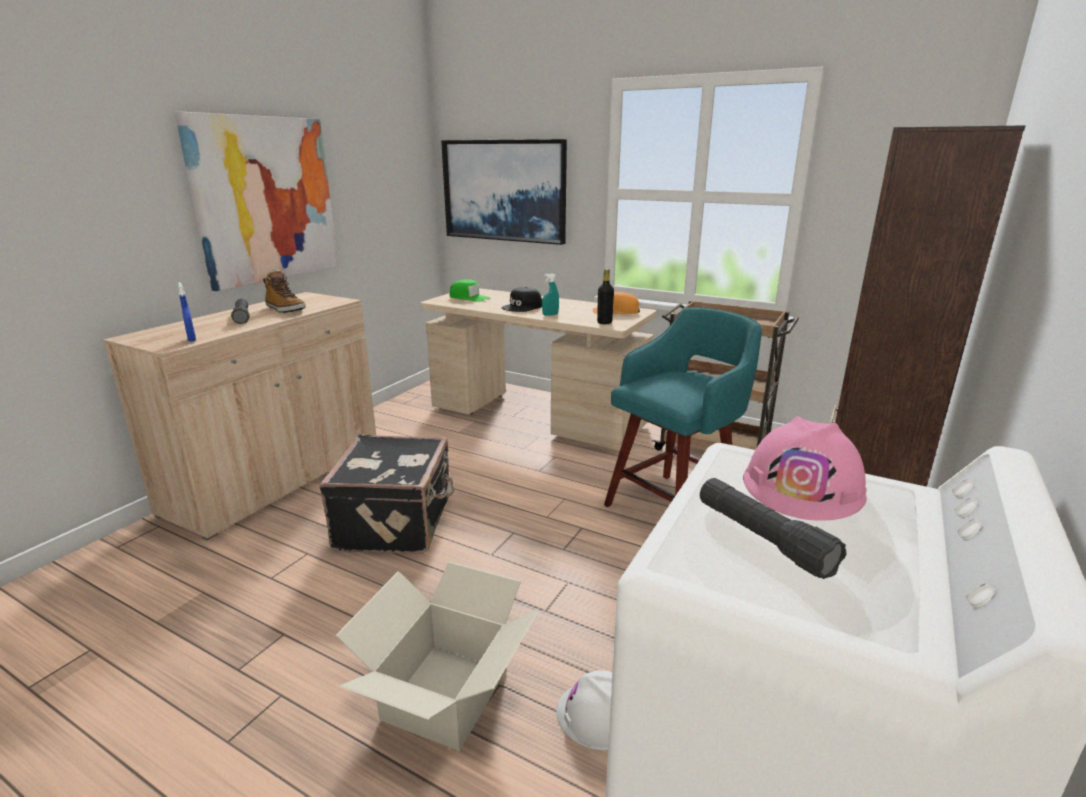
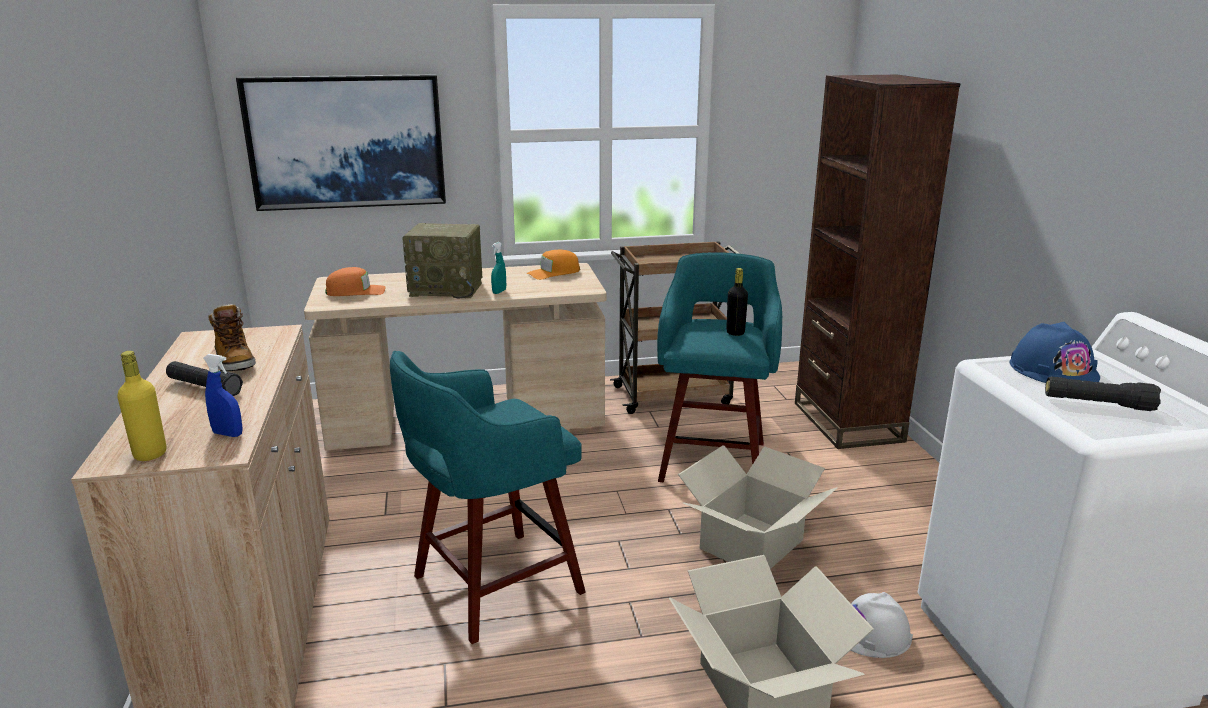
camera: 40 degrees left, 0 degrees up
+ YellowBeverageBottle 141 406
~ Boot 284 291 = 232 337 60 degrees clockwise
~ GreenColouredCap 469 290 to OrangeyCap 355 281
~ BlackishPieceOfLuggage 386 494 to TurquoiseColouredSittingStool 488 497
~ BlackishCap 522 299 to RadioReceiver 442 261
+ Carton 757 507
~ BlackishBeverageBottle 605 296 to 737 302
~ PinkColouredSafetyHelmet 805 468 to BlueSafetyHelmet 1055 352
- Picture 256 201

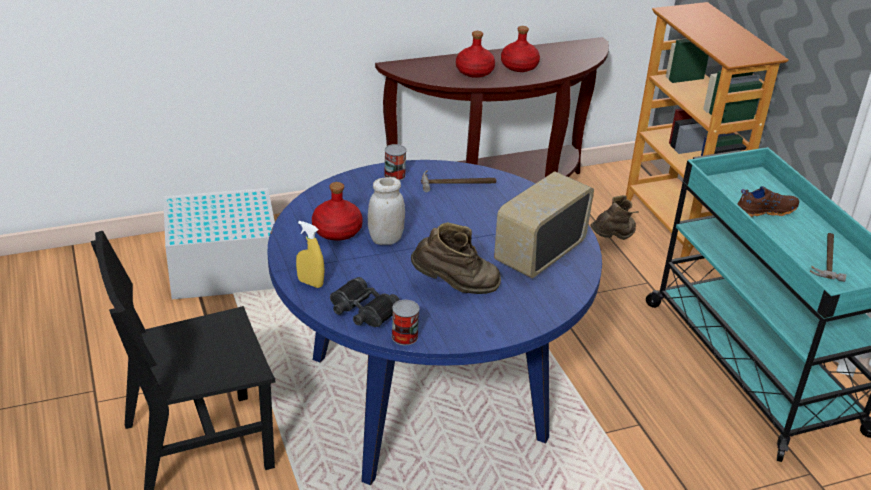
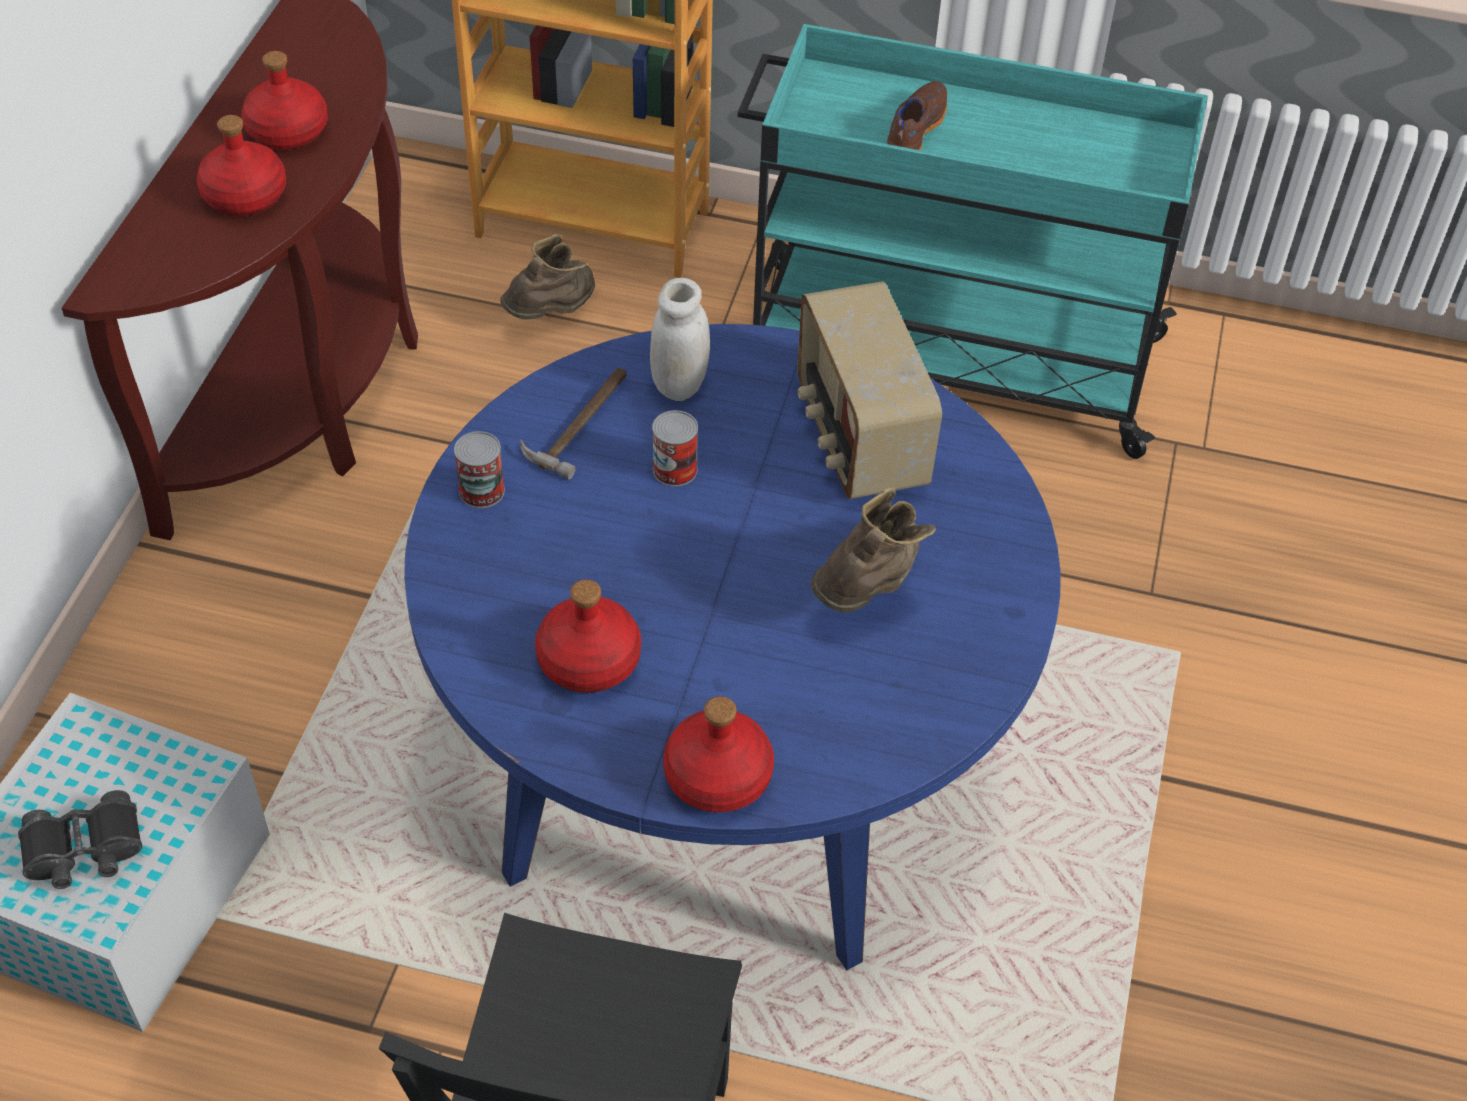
camera: 55 degrees left, 15 degrees up
~ BlackishFieldGlasses 365 302 to 80 839
~ BrownBoot 615 217 = 547 276 45 degrees clockwise
~ WhiteJar 386 211 to 680 339
~ MetalCan 405 322 to 675 448
~ YellowSprayBottle 310 254 to RedBeverageBottle 718 754
- ToolHammer 828 257

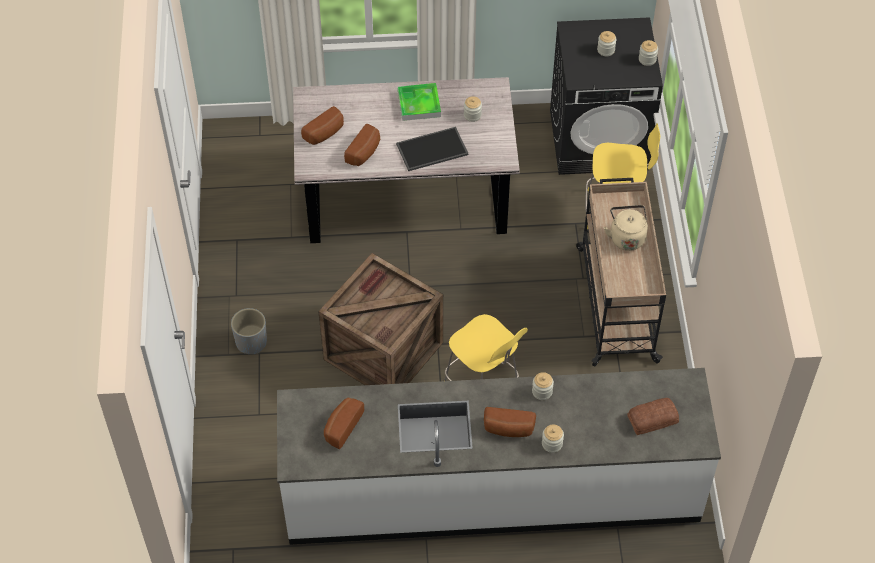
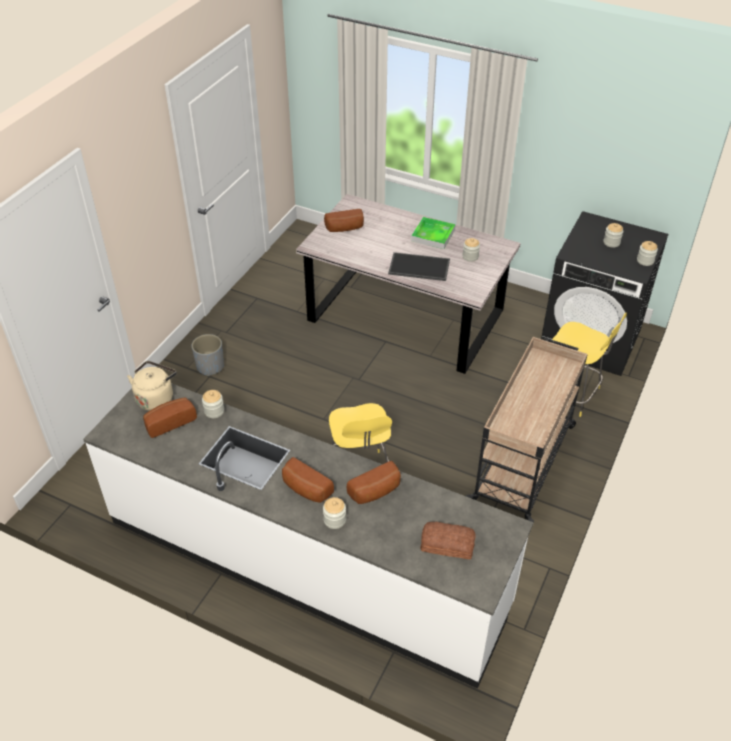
camera: 30 degrees right, 10 degrees down
~ BeigeColouredKettle 626 228 to 152 386
~ Jar 543 386 to 213 404
~ BakedBread 362 145 to 374 482
- Crate 380 319

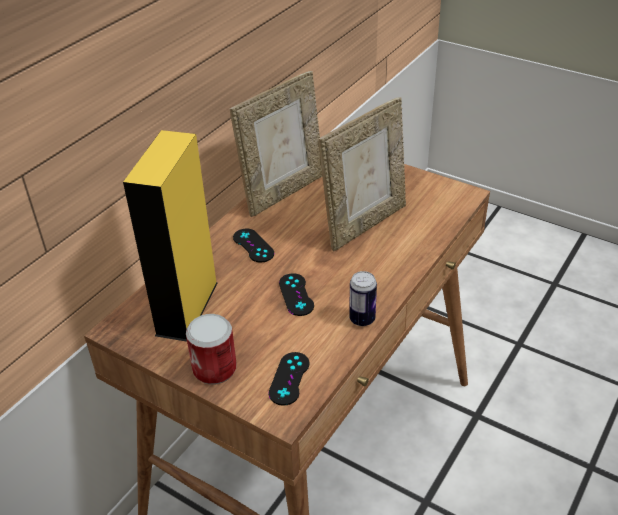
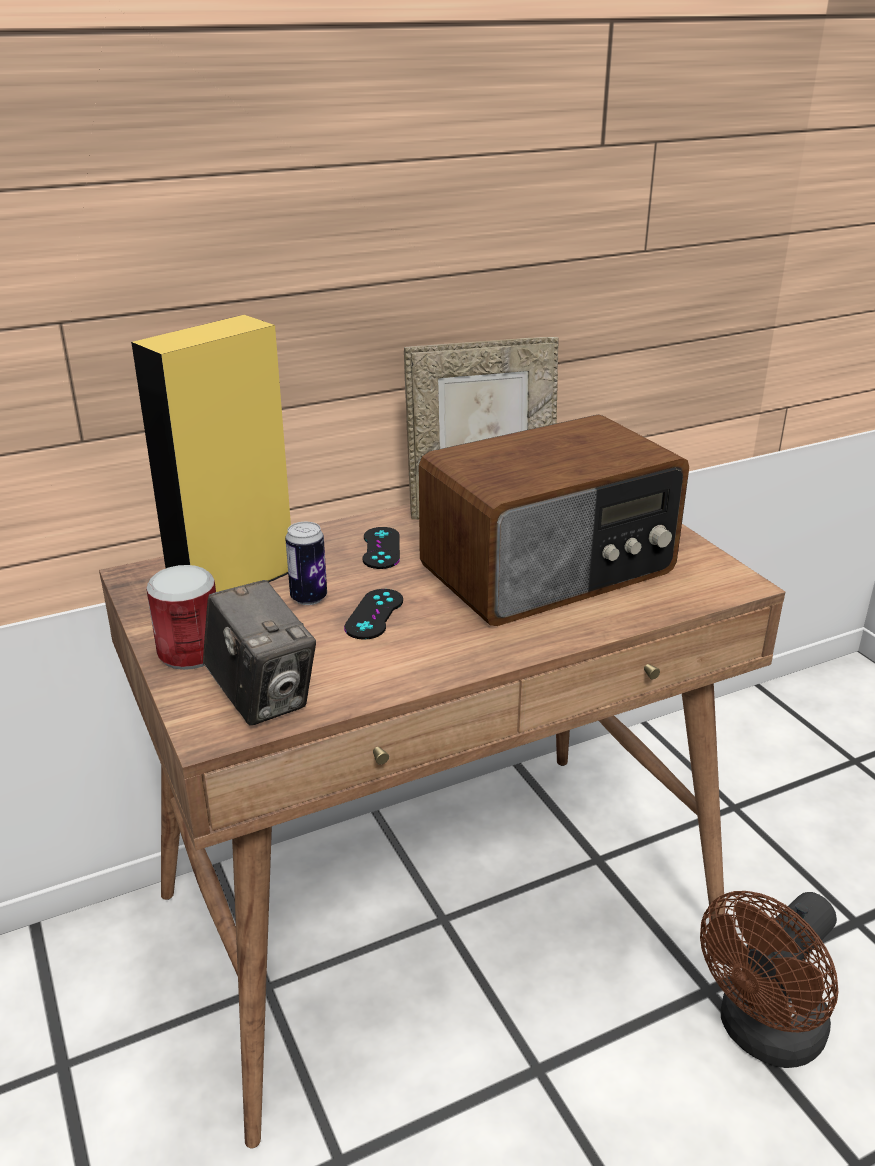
camera: 30 degrees right, 10 degrees down
~ BlackishGameController 289 379 to StillCamera 259 653
~ MetalCan 363 298 to 306 563
~ PictureFrame 362 174 to RadioReceiver 554 520
+ BrownElectricFan 769 979

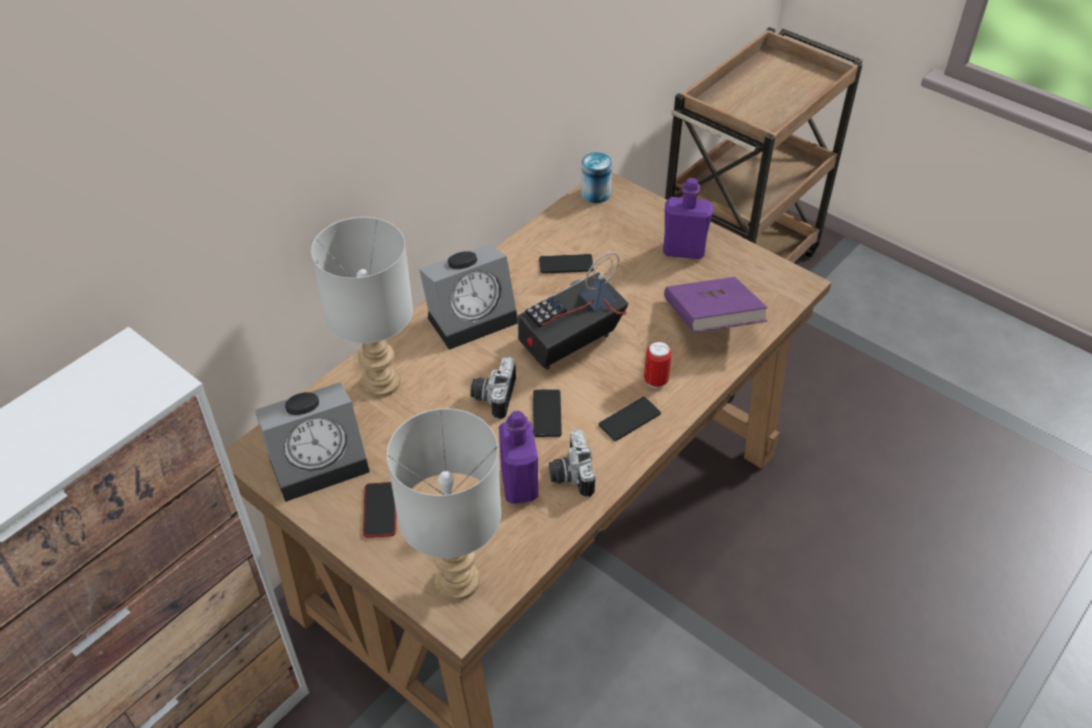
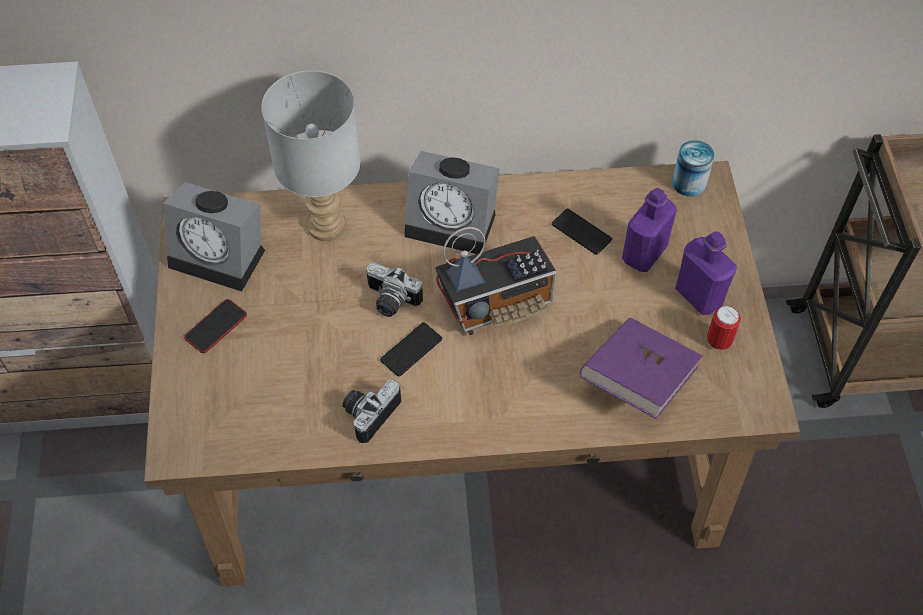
camera: 45 degrees right, 10 degrees up
~ StillCamera 493 388 = 394 289 120 degrees counterclockwise
~ RadioReceiver 573 311 = 496 281 150 degrees clockwise
~ PurplishBeverageBottle 518 457 to 649 230
~ MetalCan 658 364 to 724 328
- GrayTabletopLamp 444 504
- Handset 629 419

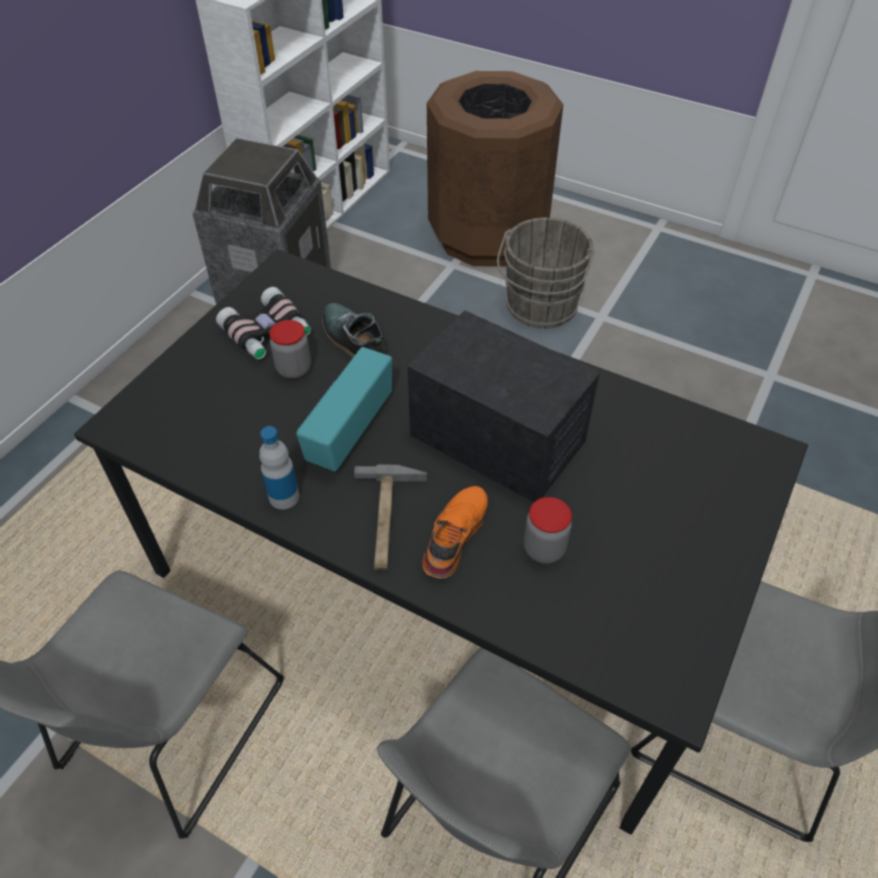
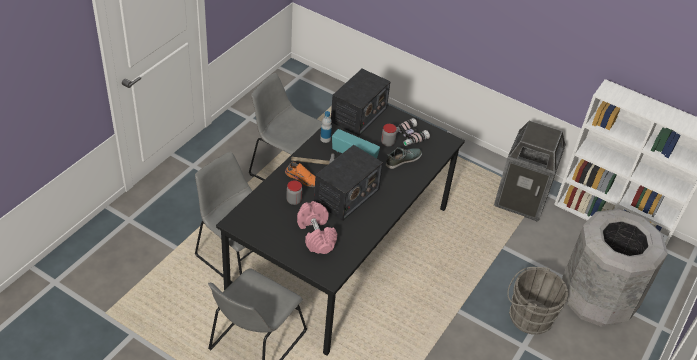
camera: 90 degrees right, 5 degrees down
+ PinkColouredFreeWeight 317 227
+ RadioReceiver 361 102
~ BrownTrashCan 495 169 to GrayTrashCan 615 268

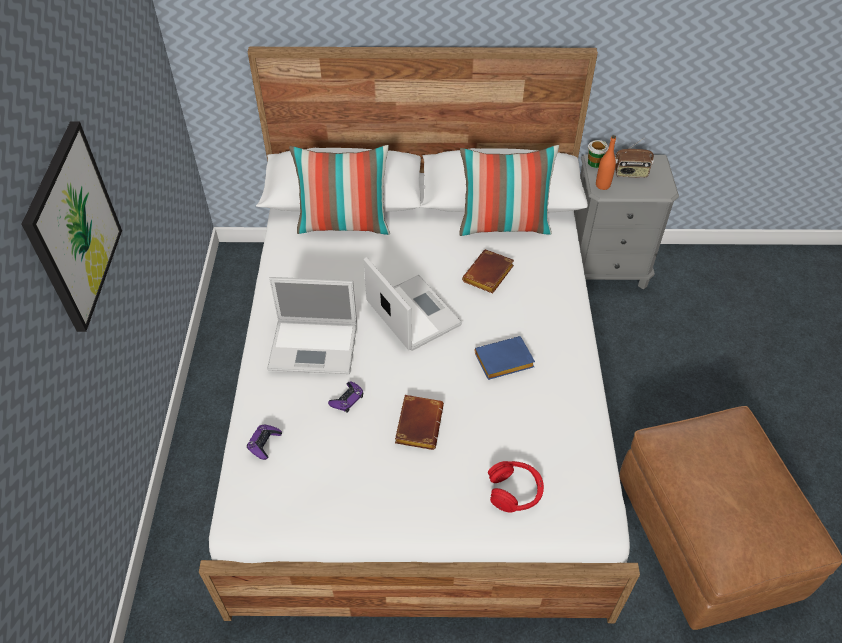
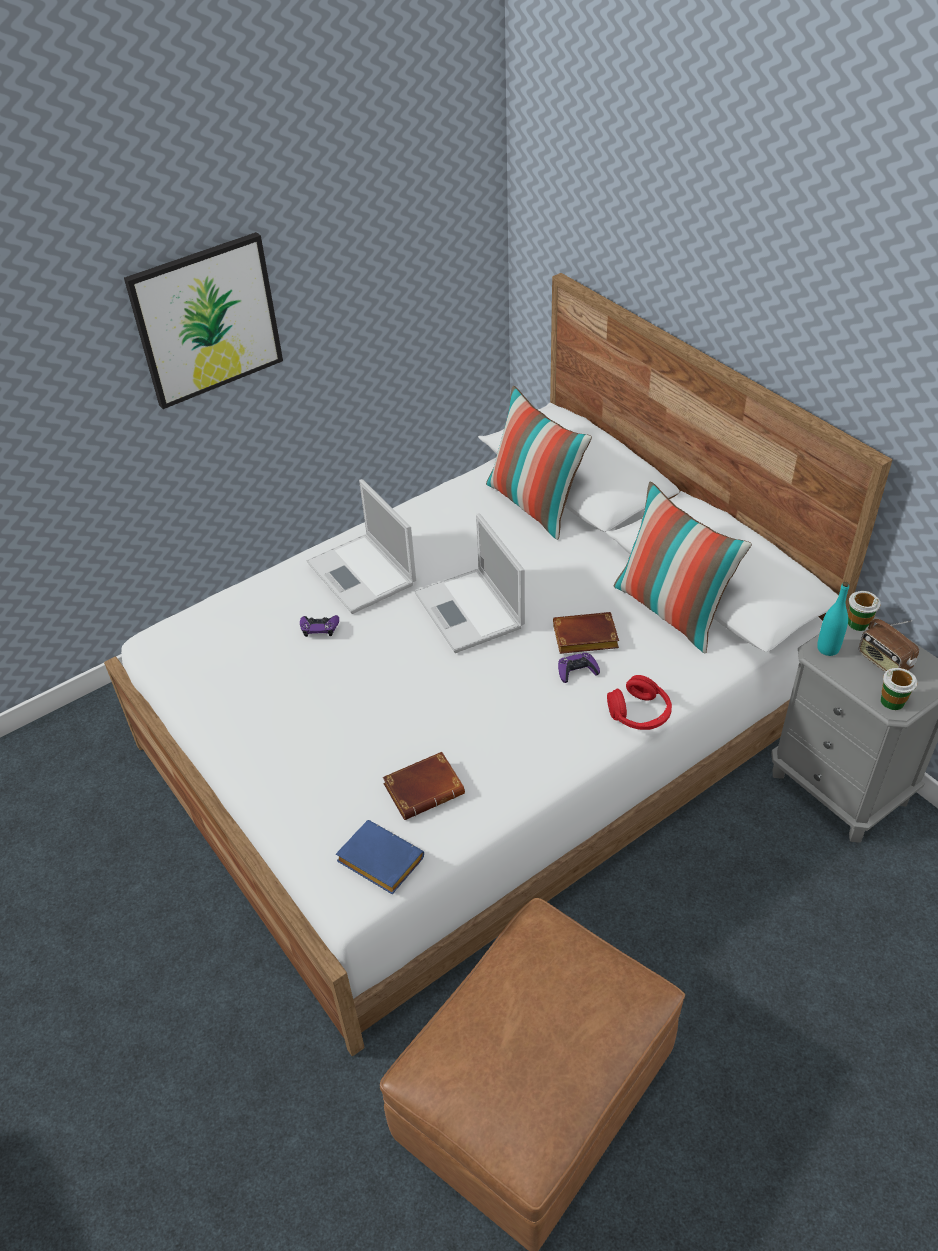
camera: 55 degrees right, 5 degrees down
~ BlueVolume 505 358 to 380 857
~ BrownVolume 419 422 to 424 786
~ NotebookComputer 412 304 = 469 583 135 degrees clockwise
~ PurplishGameController 264 442 to 579 668
~ RedHeadset 516 487 to 639 702
~ OrangeyBeverageBottle 606 162 to TurquoiseColouredBeverageBottle 833 619
+ DrinkingCup 899 689

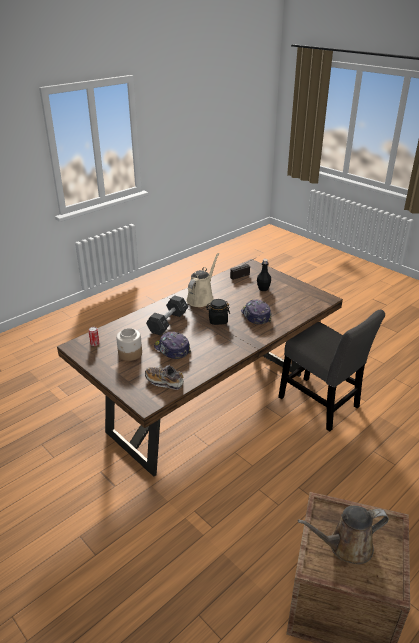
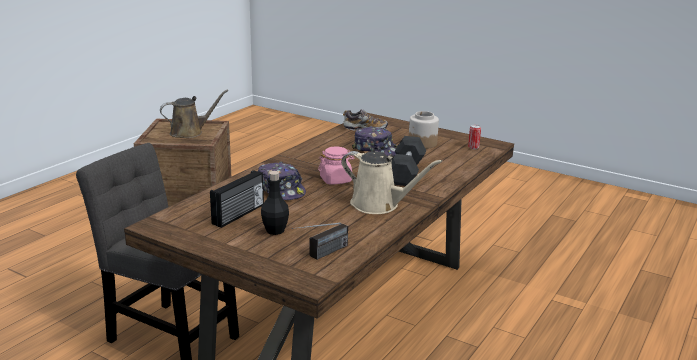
camera: 165 degrees right, 10 degrees down
+ RadioReceiver 237 199
~ BlackishJar 218 312 to PinkColouredJar 336 165
~ BeigeColouredWateringPot 202 280 = 391 182 75 degrees counterclockwise

